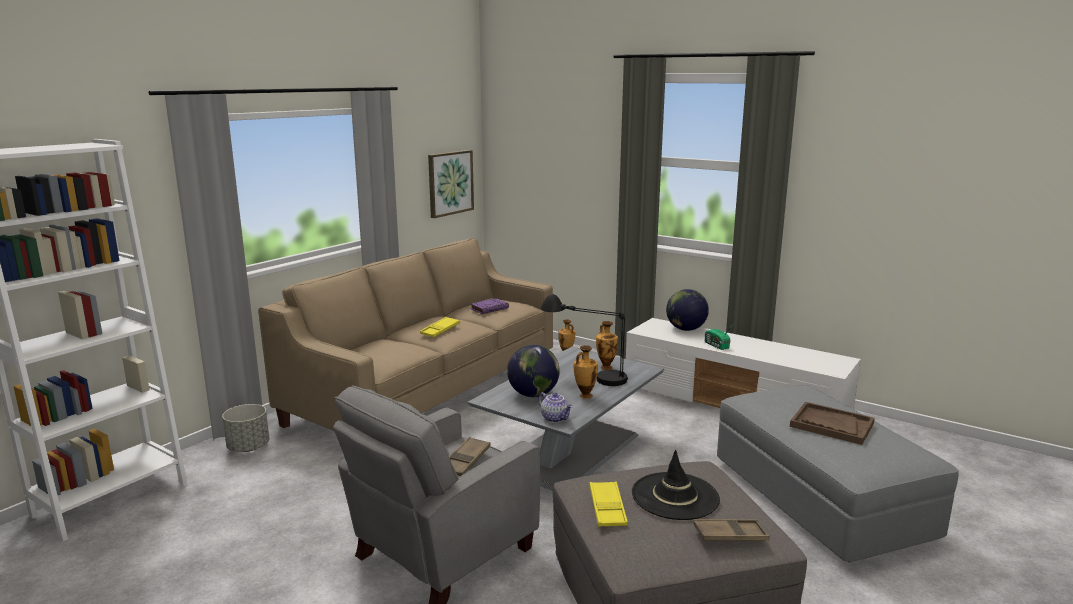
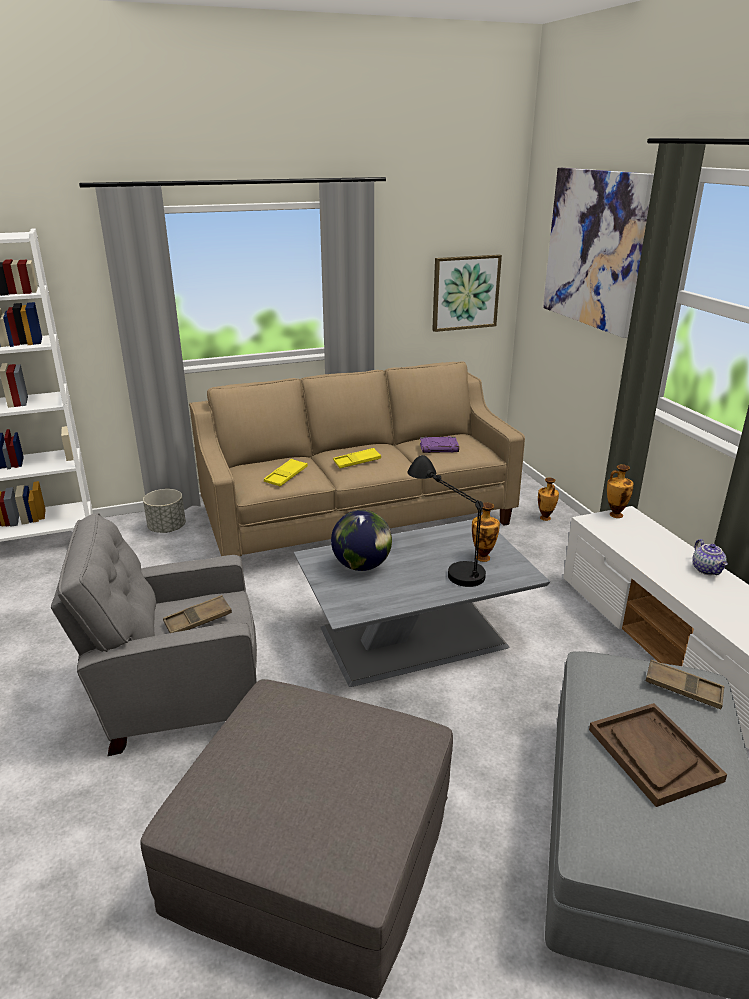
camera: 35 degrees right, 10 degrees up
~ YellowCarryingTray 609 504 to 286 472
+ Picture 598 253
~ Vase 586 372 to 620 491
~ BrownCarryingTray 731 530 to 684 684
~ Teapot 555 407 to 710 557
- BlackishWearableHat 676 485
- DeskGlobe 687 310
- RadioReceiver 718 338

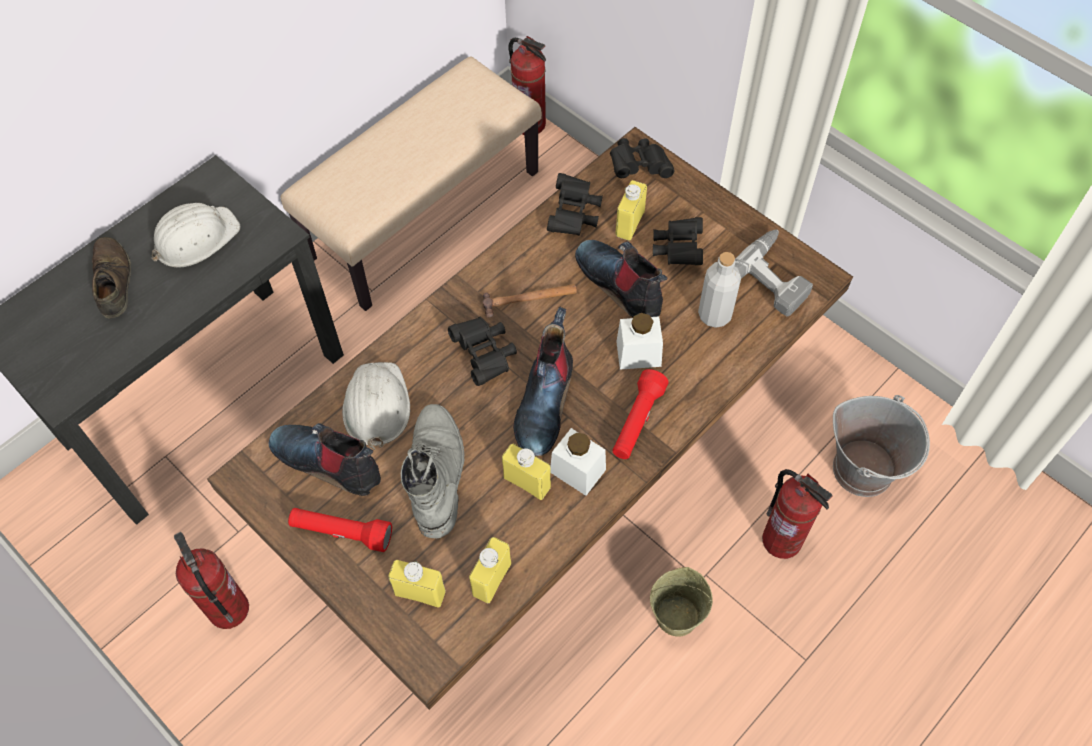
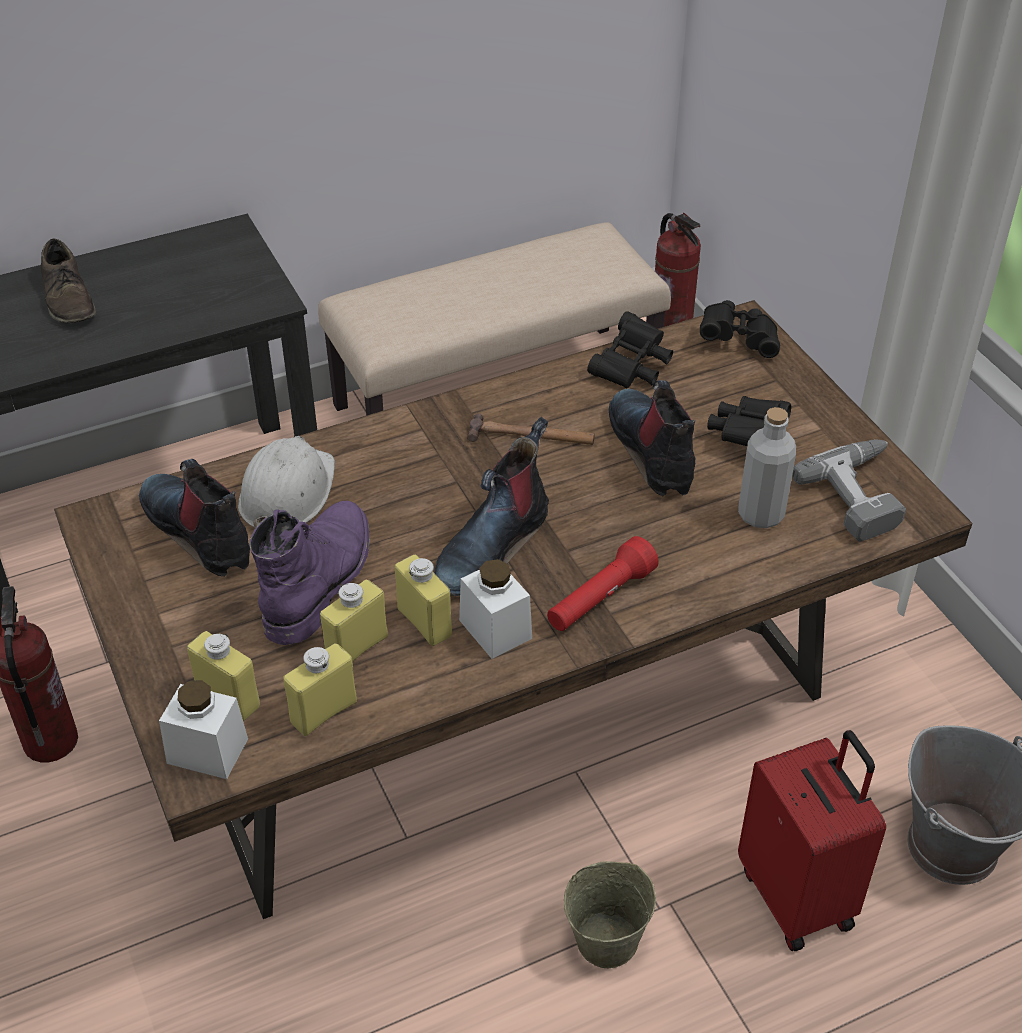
camera: 20 degrees right, 15 degrees down
~ BrownItemOfFootwear 111 278 = 68 281 150 degrees clockwise
~ WhiteJar 639 341 to 203 729
~ GrayBoot 433 471 to PurplishBoot 309 573
~ YellowBeverageBottle 631 210 to 354 620
~ Extinguisher 797 514 to RedPieceOfLuggage 812 840
- WhiteSafetyHelmet 195 235
- RedTorch 340 530
- BlackishFieldGlasses 482 351

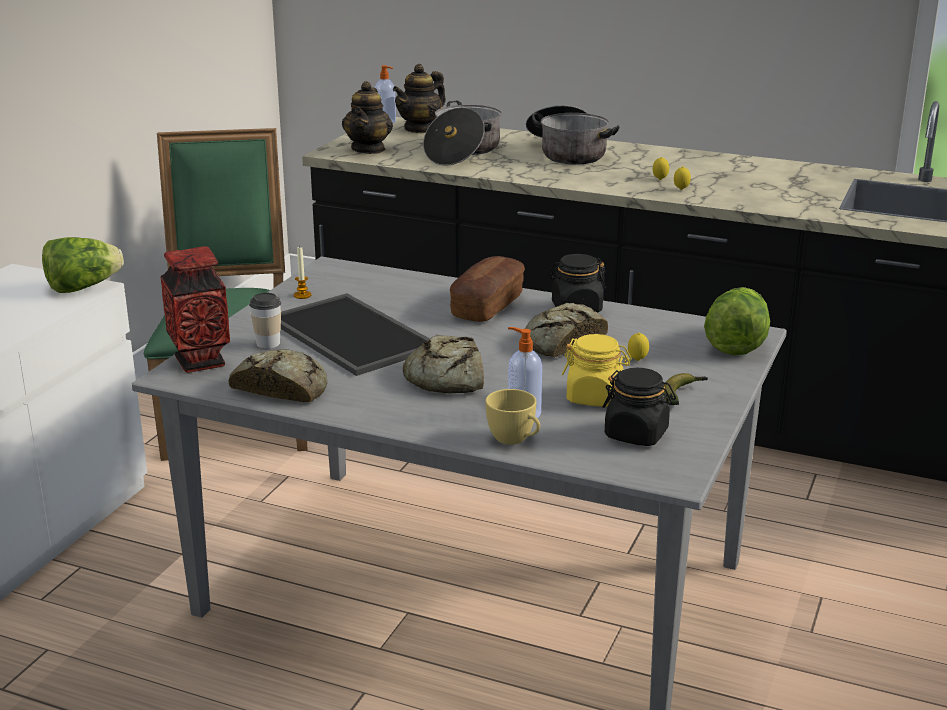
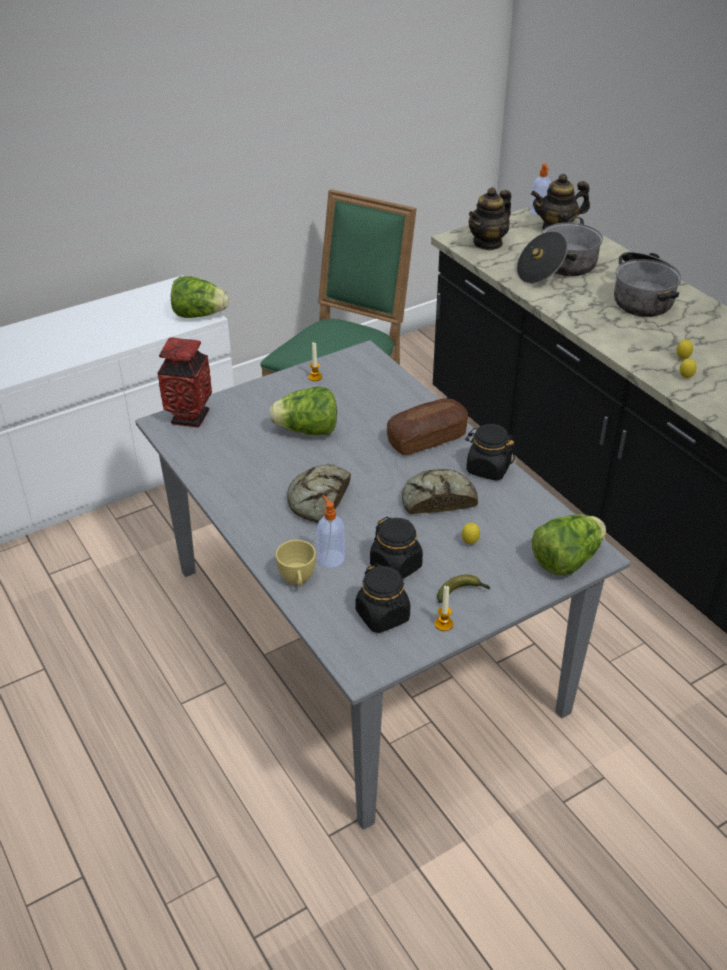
camera: 35 degrees right, 15 degrees up
~ CarryingTray 355 334 to LettuceHead 303 411
~ YellowJar 597 370 to BlackishJar 396 548
+ Candle 444 608
- BakedBread 277 375
- DrinkingCup 265 321

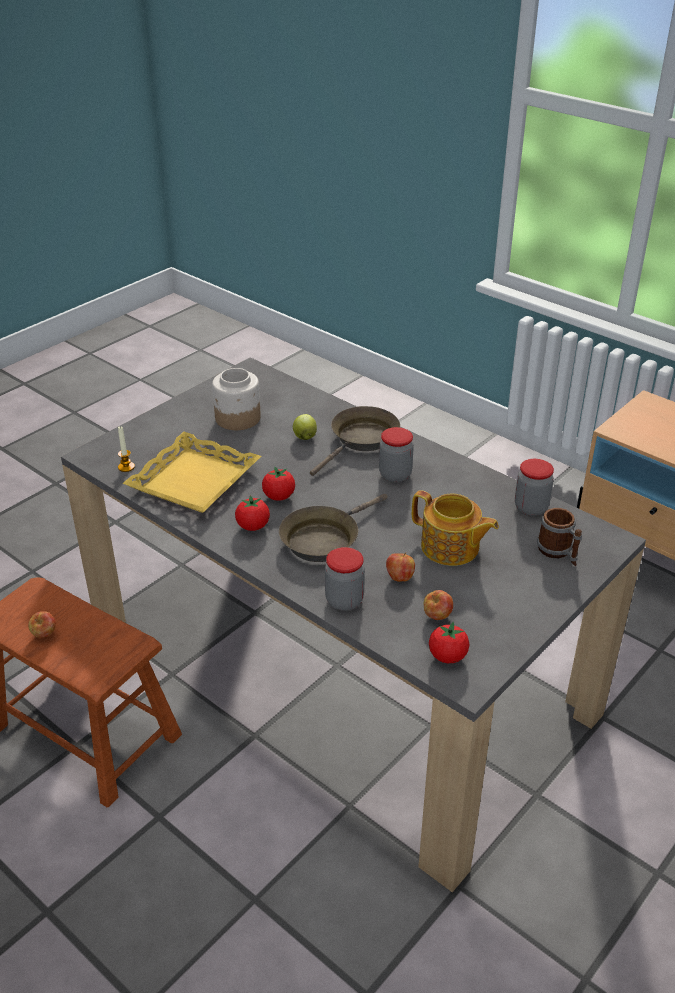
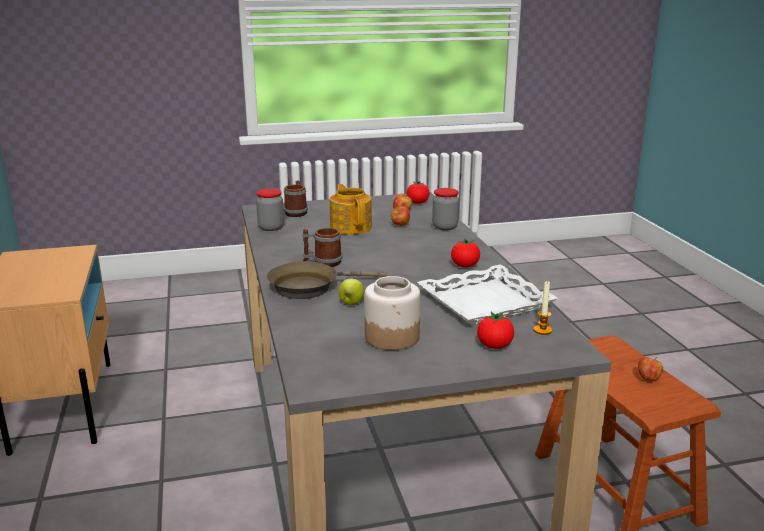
camera: 145 degrees left, 15 degrees down
~ Jar 396 454 to CoffeeMug 322 247
~ YellowCarryingTray 192 472 to WhiteCarryingTray 487 295
~ FreshTomato 278 484 to 495 330
- BrownPan 333 528

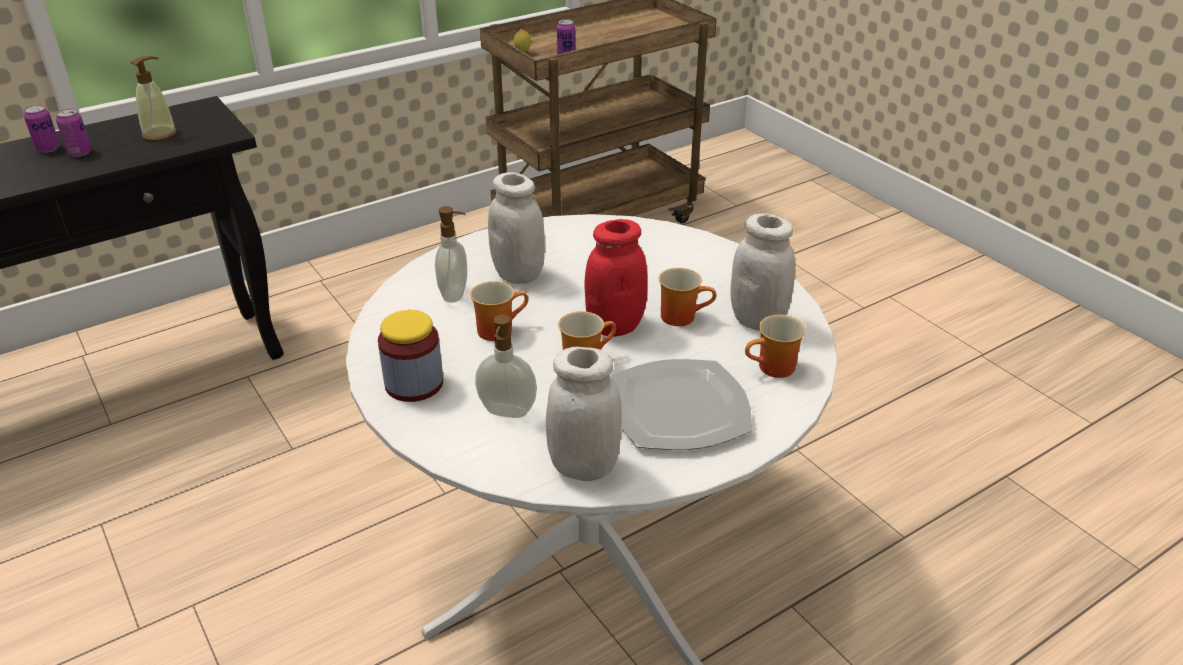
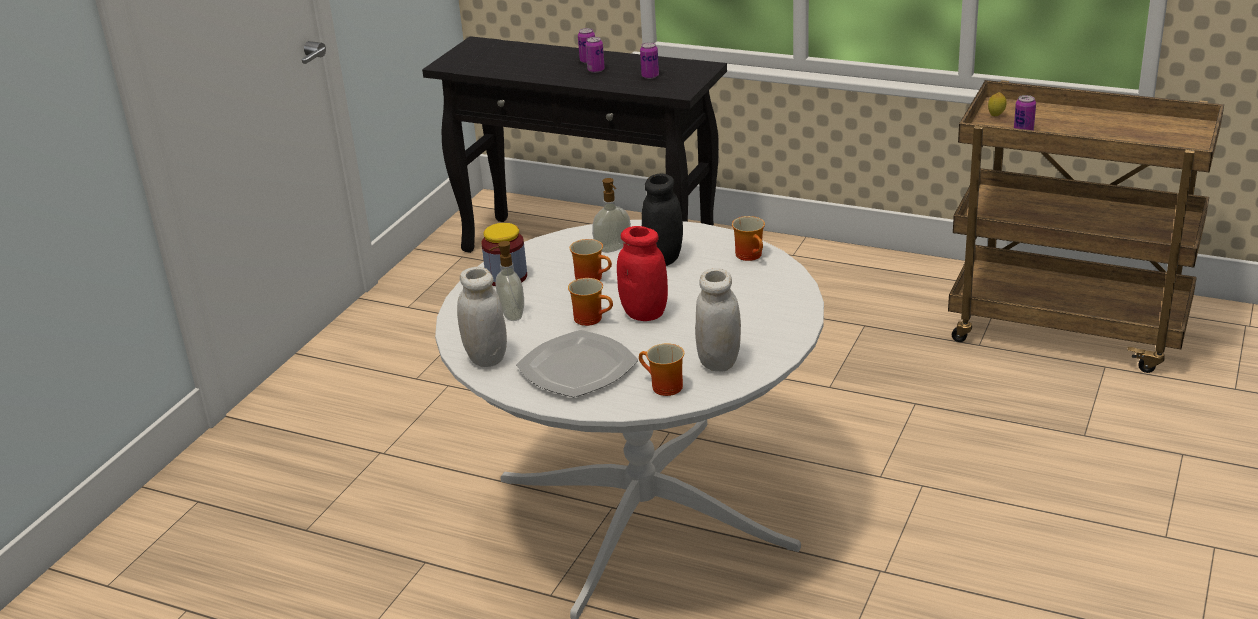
camera: 60 degrees right, 5 degrees down
~ SoapDispenser 154 98 to MetalCan 649 60
~ WhiteJar 516 228 to BlackishJar 662 220
~ CoffeeMug 687 297 to 748 238

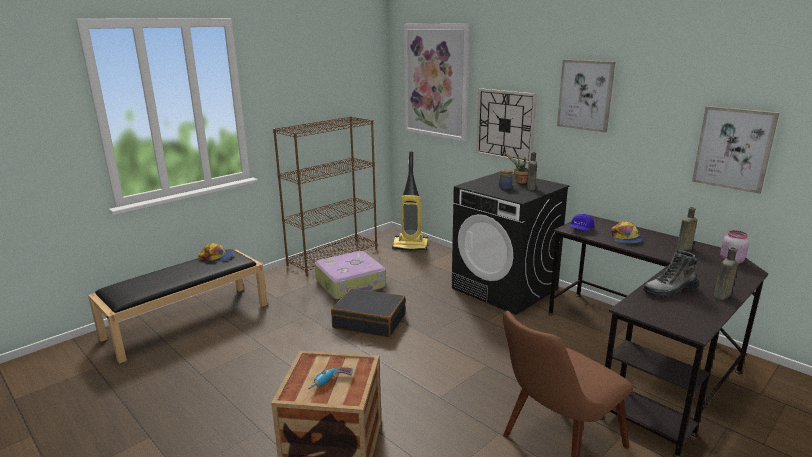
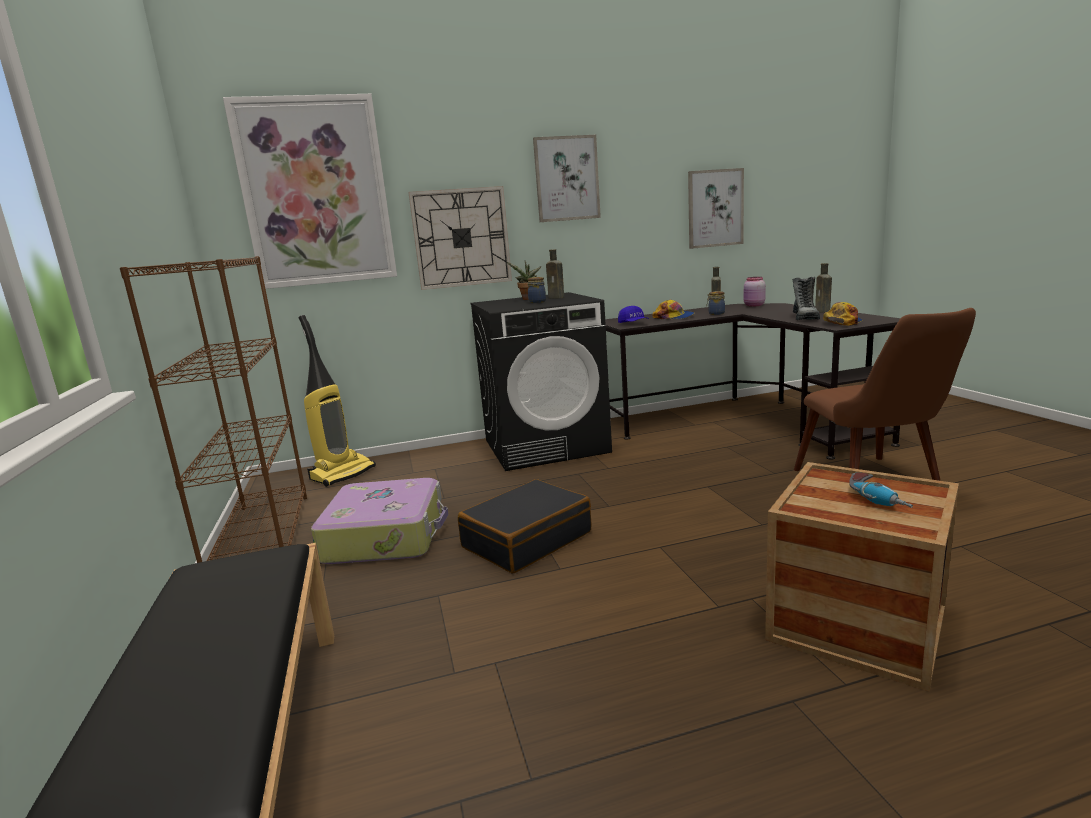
camera: 60 degrees left, 5 degrees down
+ Jar 716 303
~ Cap 215 252 to 843 314

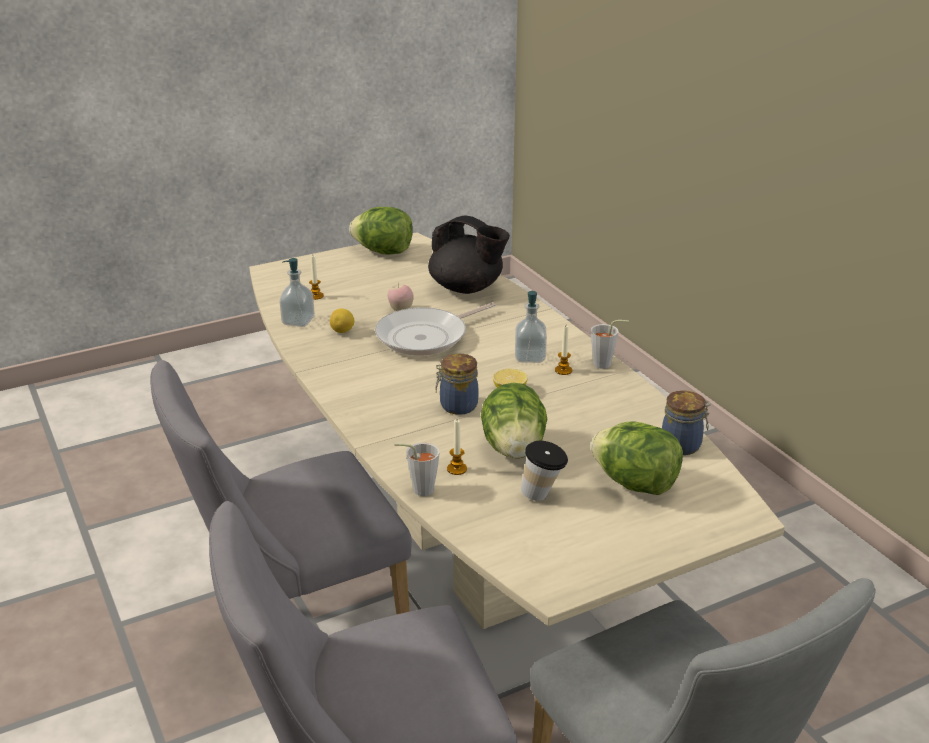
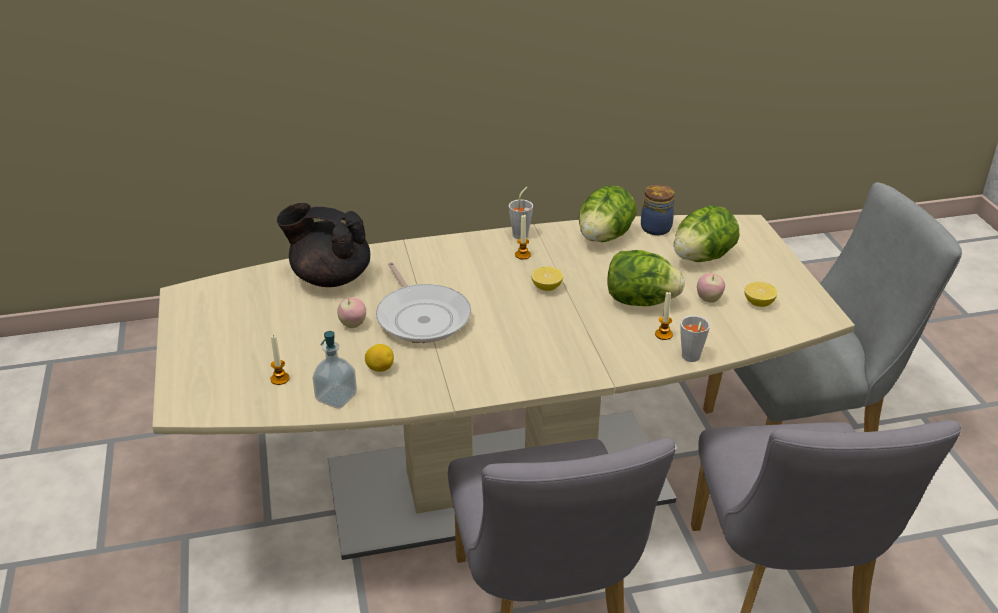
camera: 75 degrees left, 5 degrees up
~ BlackishTeapot 469 254 = 323 245 120 degrees counterclockwise
~ LettuceHead 381 231 to 608 213
~ DrinkingCup 544 471 to AppleFruit 711 288
+ WholeLemon 761 294
- Jar 457 384
- SoapDispenser 531 327

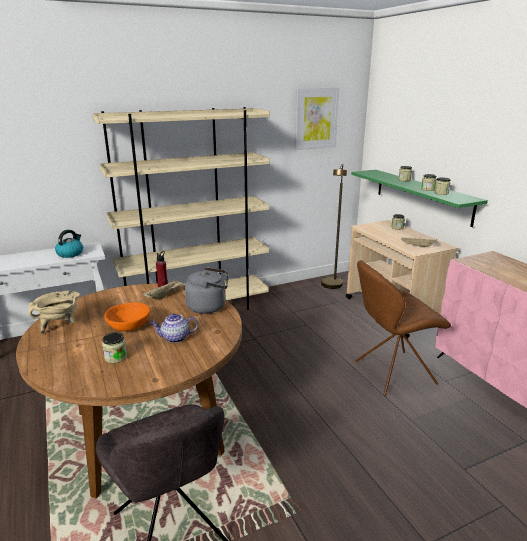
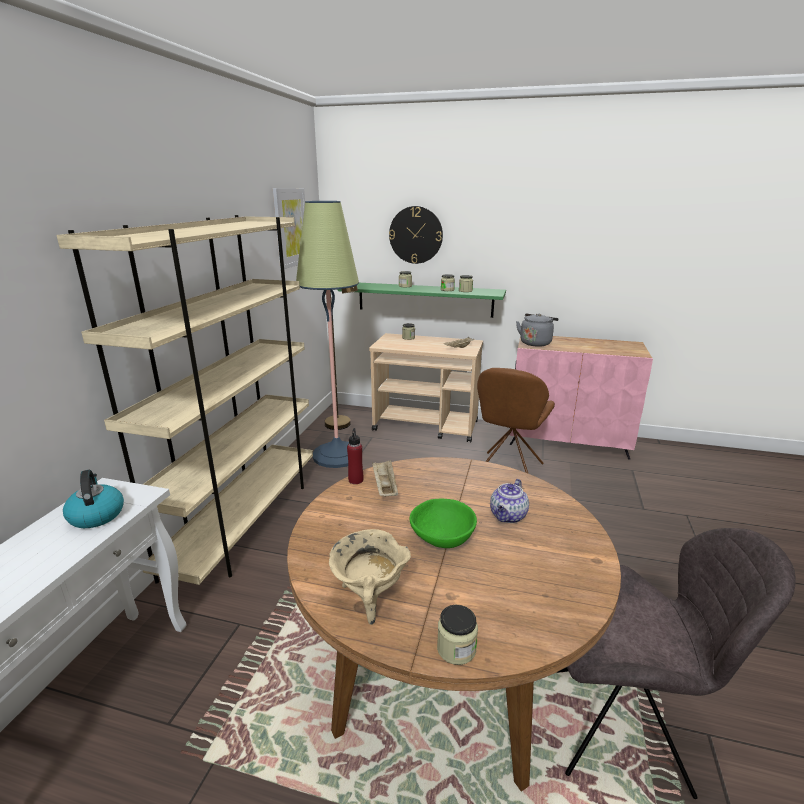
camera: 50 degrees left, 0 degrees up
+ StandardLamp 327 334
+ ClockOnTheWall 416 235
~ OrangeyServingBowl 127 316 to GreenColouredServingBowl 443 523
~ Jar 114 347 to 457 635
~ GrayKettle 206 290 to 537 330

